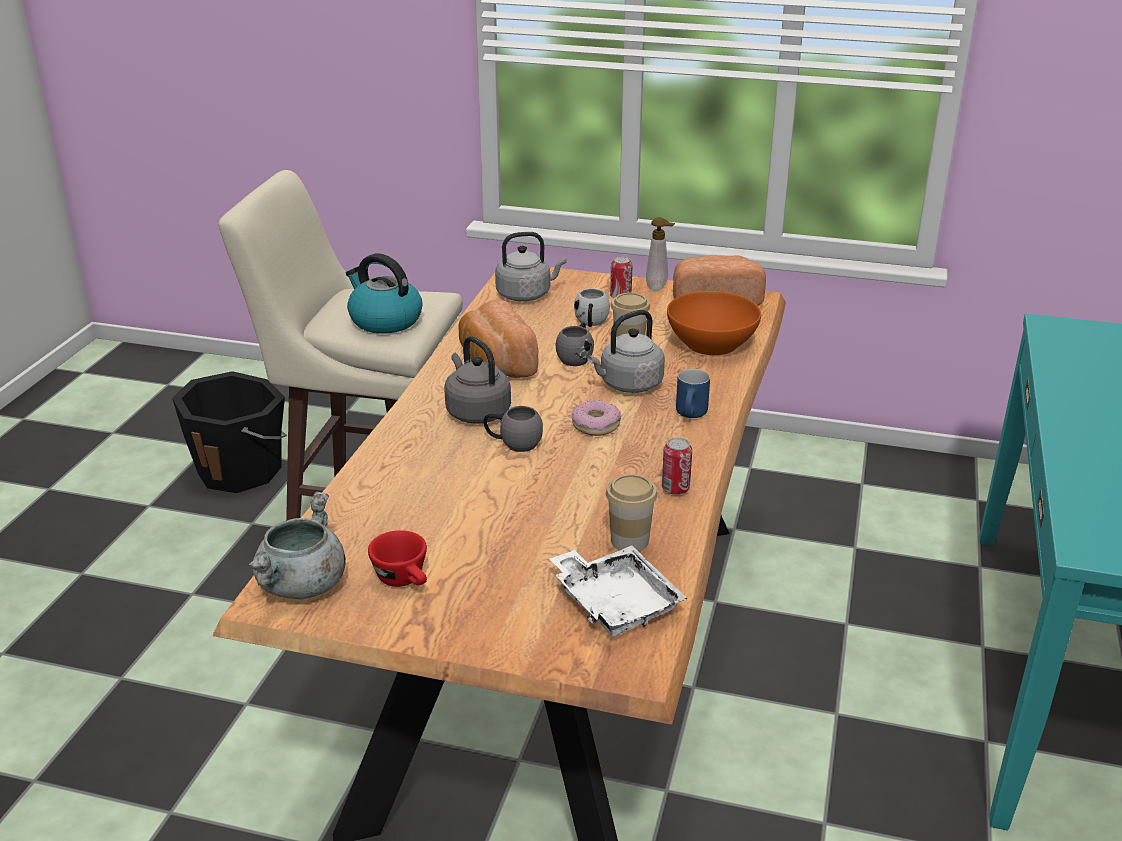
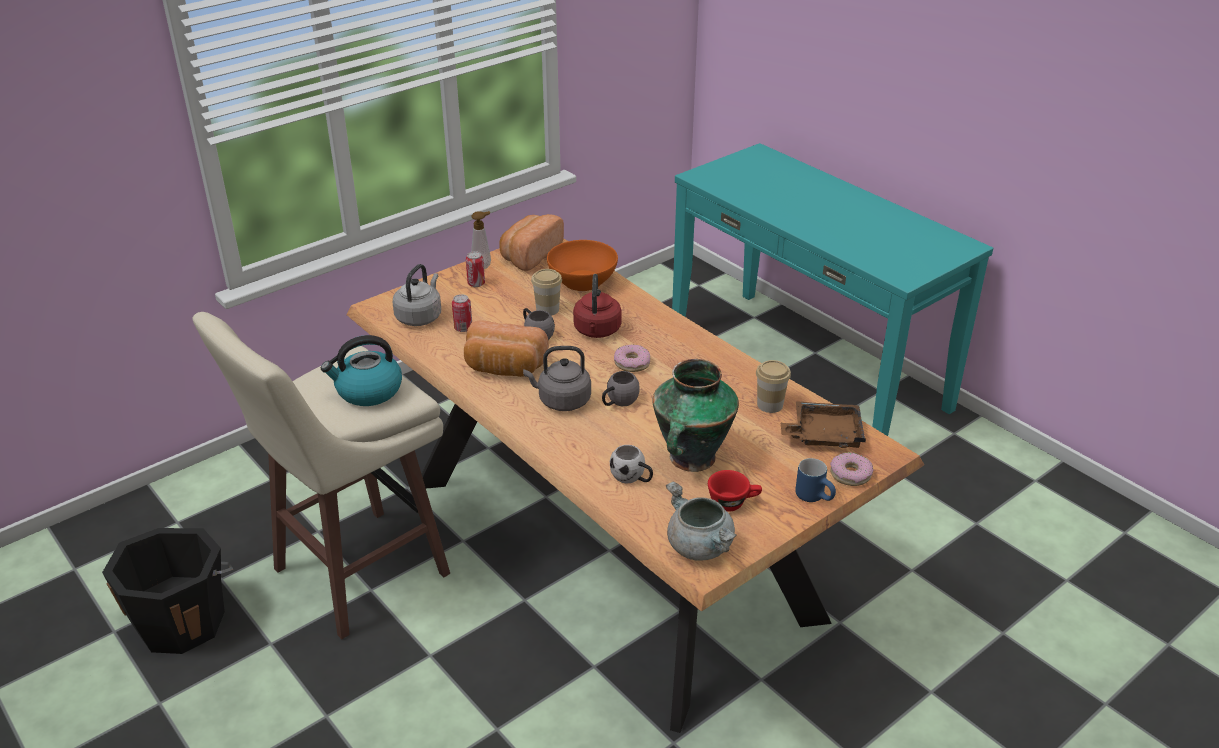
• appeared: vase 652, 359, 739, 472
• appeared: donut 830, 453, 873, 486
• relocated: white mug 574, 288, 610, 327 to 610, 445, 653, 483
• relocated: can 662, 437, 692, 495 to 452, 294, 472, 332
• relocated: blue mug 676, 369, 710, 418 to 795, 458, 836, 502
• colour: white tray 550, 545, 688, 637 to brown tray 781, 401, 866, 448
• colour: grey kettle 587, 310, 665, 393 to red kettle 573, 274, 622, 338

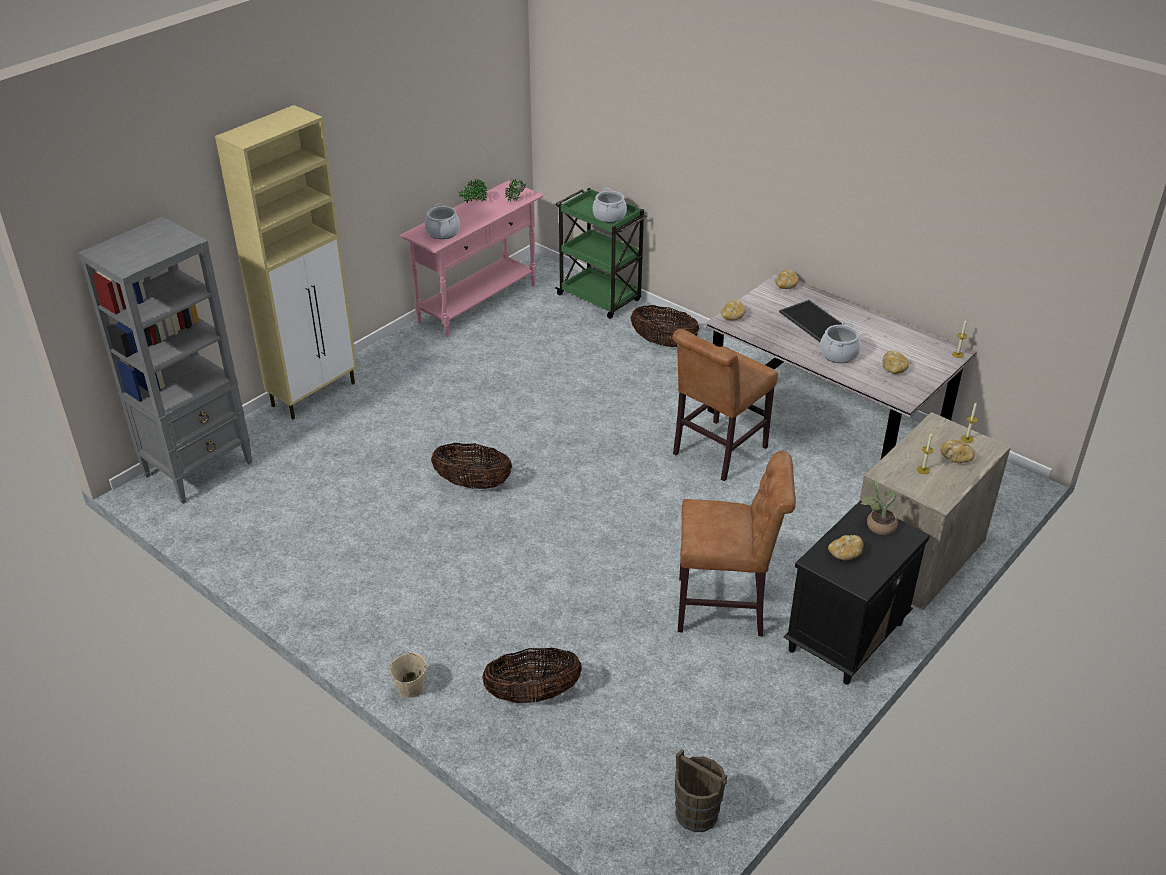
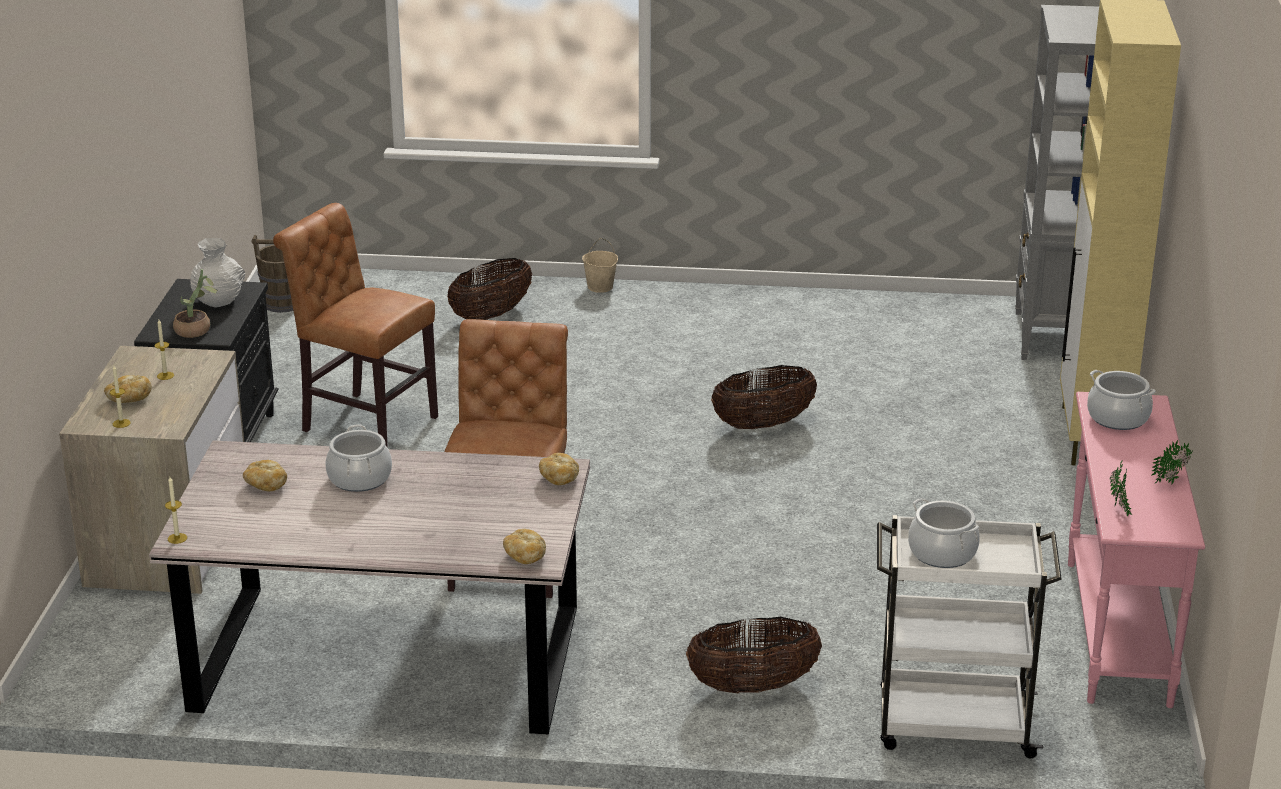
• missing: tray 779, 300, 844, 342
• exchanged: bread 828, 535, 864, 560 to white vase 190, 238, 245, 308
• colour: green cart 556, 188, 648, 319 to white cart 877, 515, 1062, 758
• spun: brown chair 678, 451, 796, 636 = 273, 203, 438, 448 60 degrees clockwise

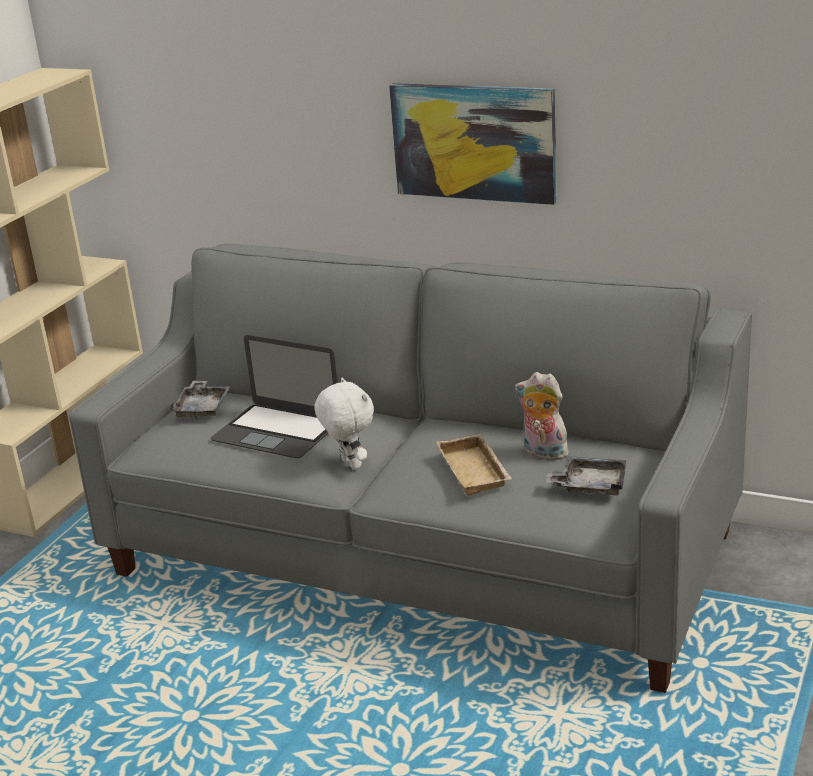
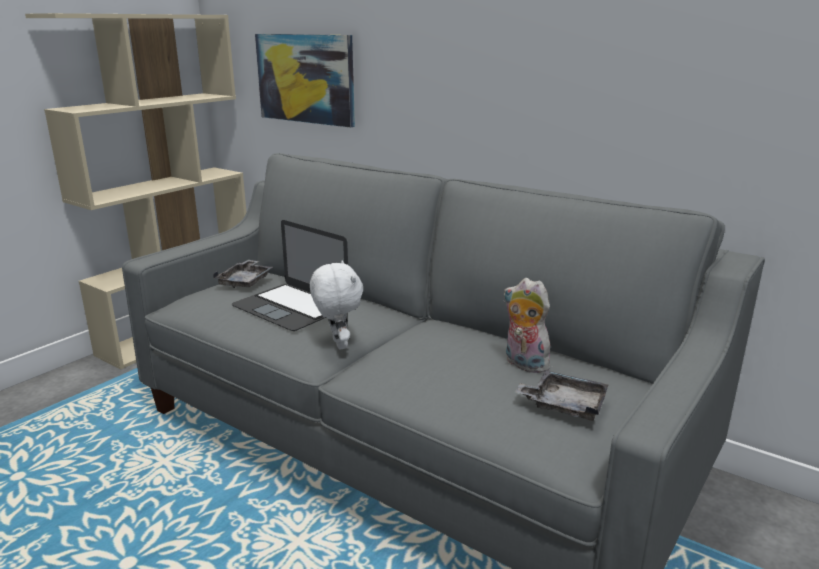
• missing: beige tray 436, 434, 512, 496
• relocated: picture 389, 83, 557, 205 to 255, 34, 355, 128

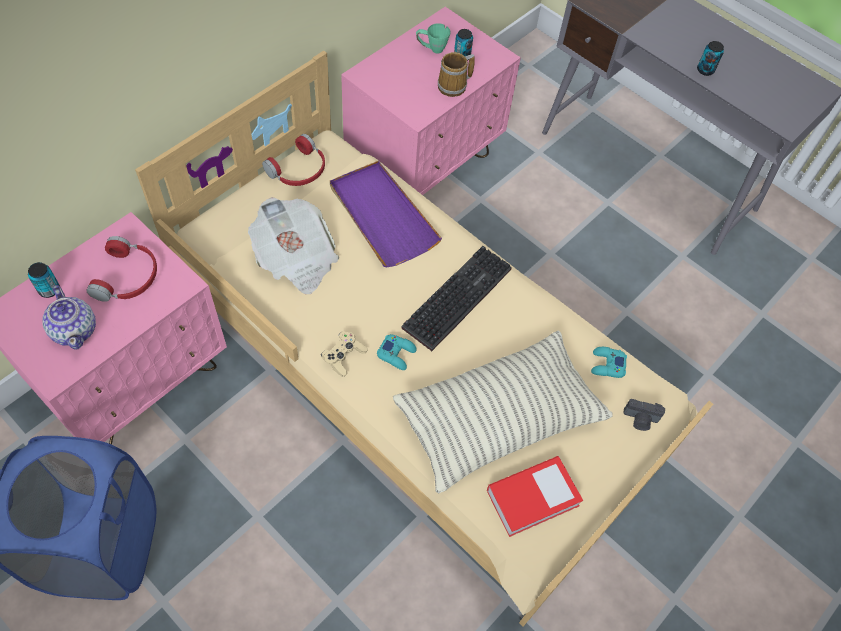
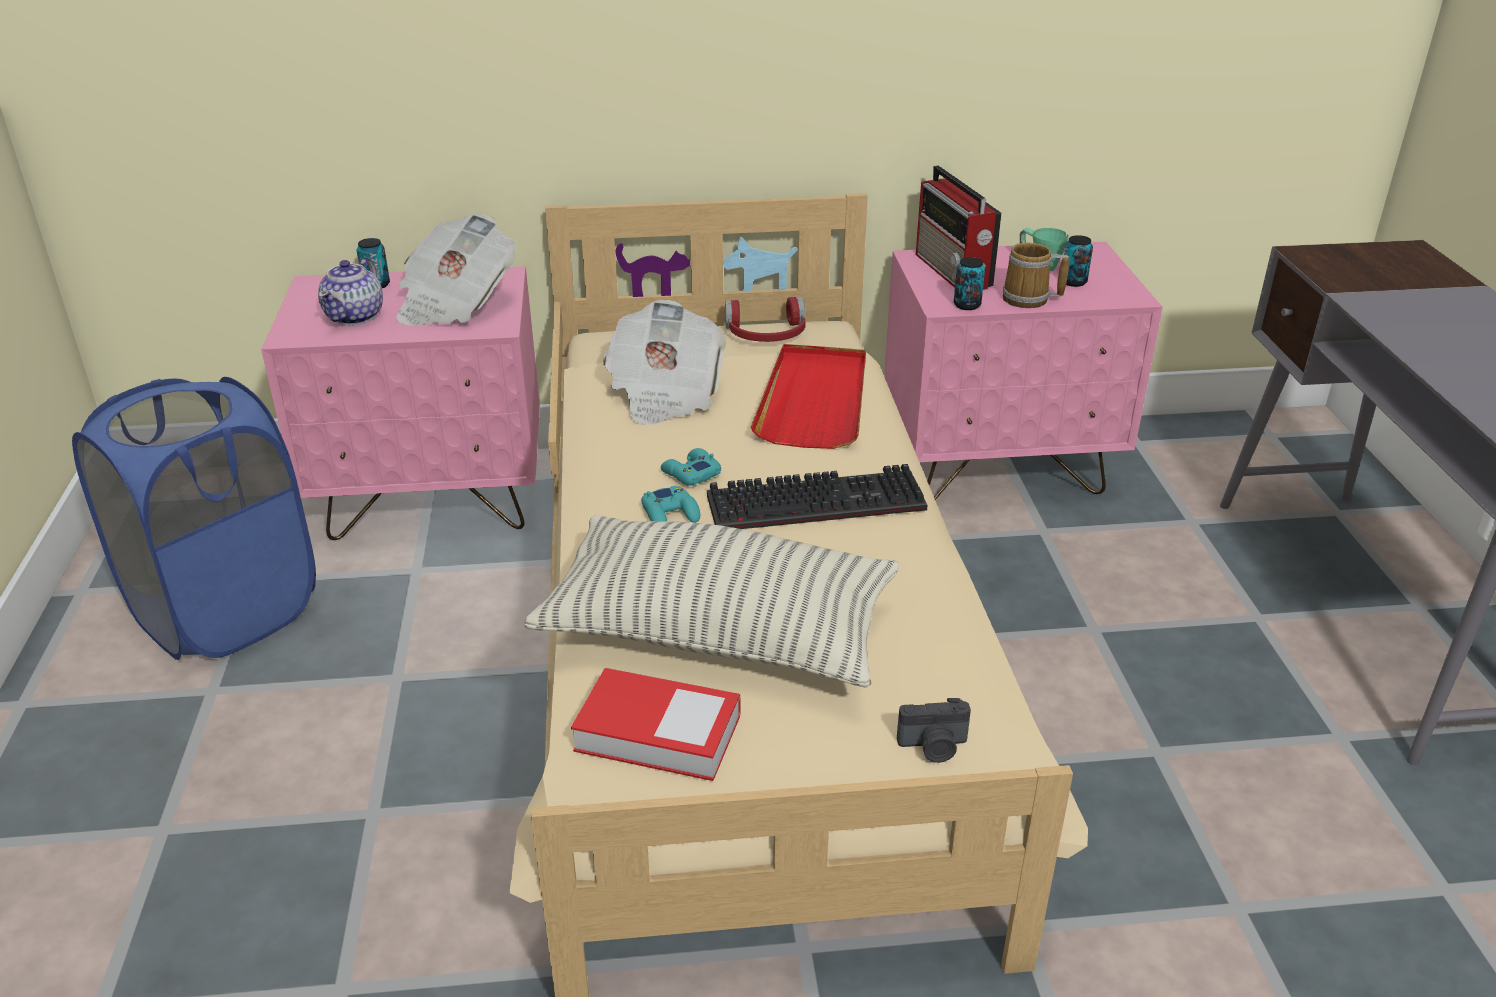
• missing: beige game controller 321, 331, 368, 377
• appeared: radio 916, 165, 1002, 290
• relocated: turquoise game controller 591, 347, 627, 378 to 661, 448, 721, 486
• relocated: can 697, 41, 724, 76 to 954, 257, 985, 310
• exchanged: red headphones 86, 236, 157, 302 to newspaper 396, 214, 516, 326
• colour: purple tray 330, 161, 442, 267 to red tray 751, 344, 866, 449
• spun: photo camera 623, 399, 665, 431 = 897, 698, 971, 763 60 degrees counterclockwise

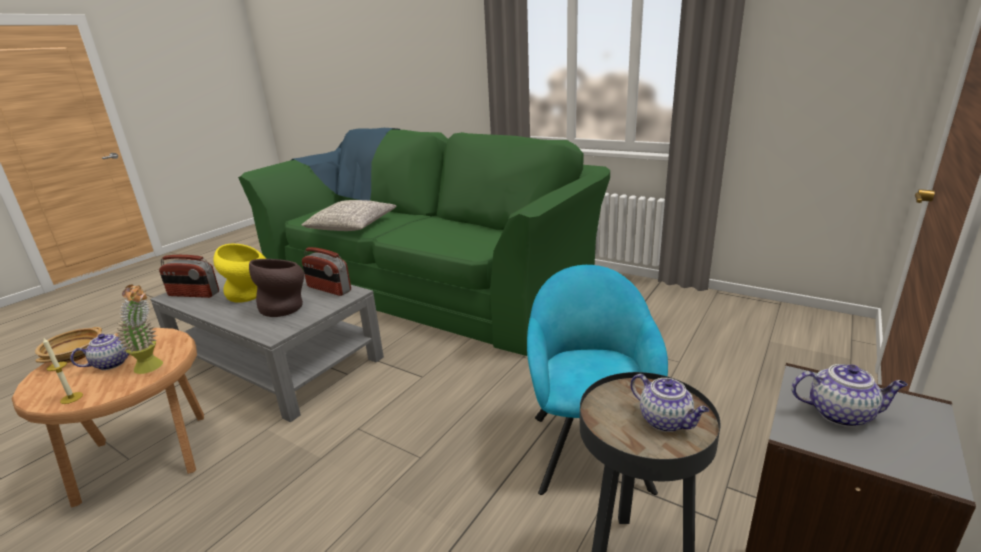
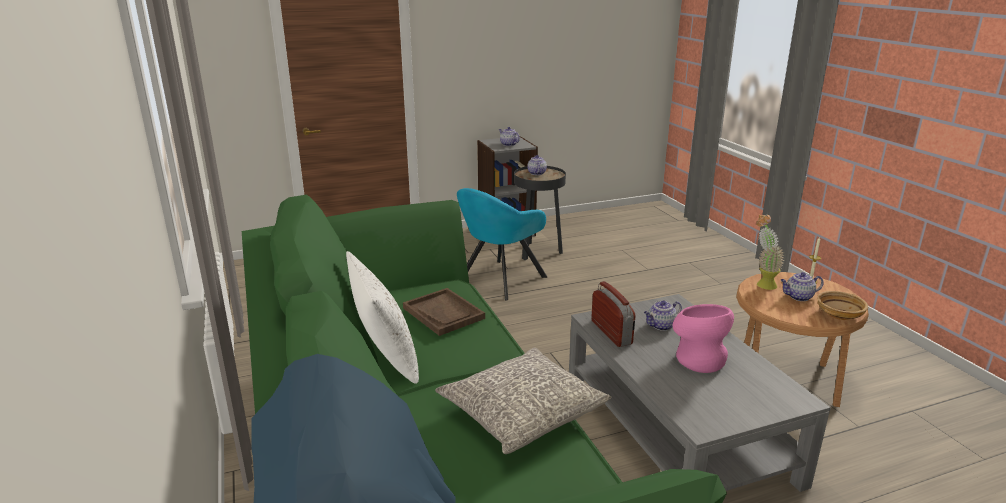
• missing: radio 159, 255, 219, 298
• appeared: white pillow 346, 251, 419, 384
• appeared: brown tray 403, 288, 485, 336
• exchanged: brown vase 249, 259, 304, 317 to teapot 644, 300, 682, 331
• colour: yellow vase 213, 244, 266, 303 to pink vase 673, 304, 734, 373

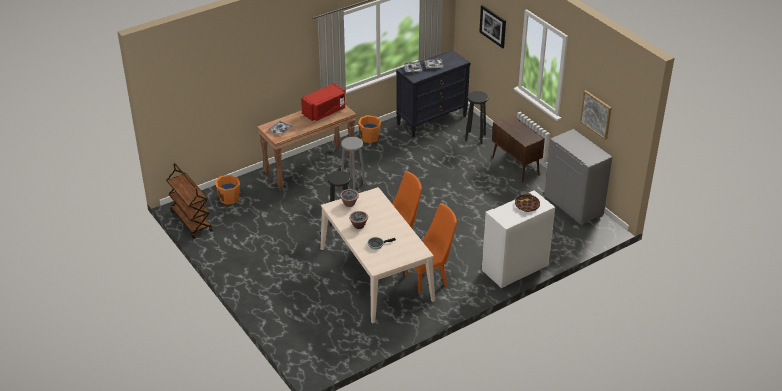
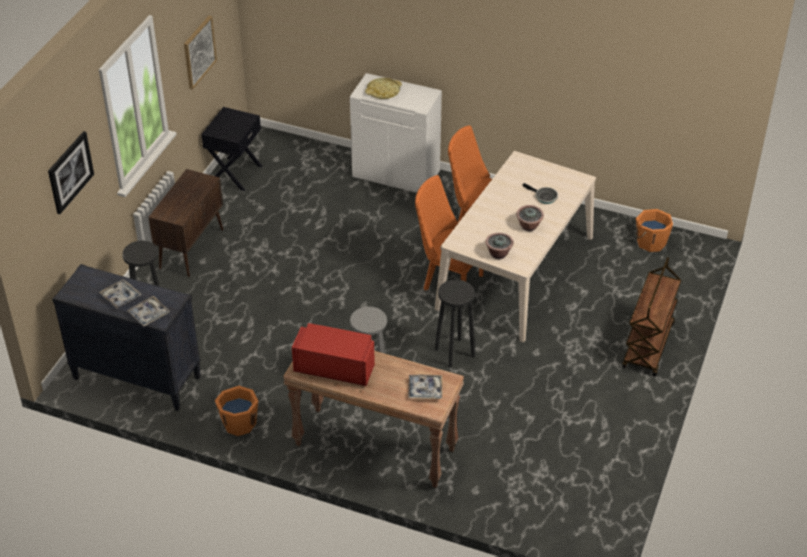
• relocated: brown cart 166, 163, 213, 239 to 622, 257, 681, 376
• relocated: orange bucket 215, 175, 240, 205 to 635, 209, 673, 252
• exchanged: grey cabinet 544, 129, 612, 225 to black nightstand 201, 107, 262, 191
• colour: brown tray 515, 193, 540, 212 to yellow tray 365, 78, 402, 99

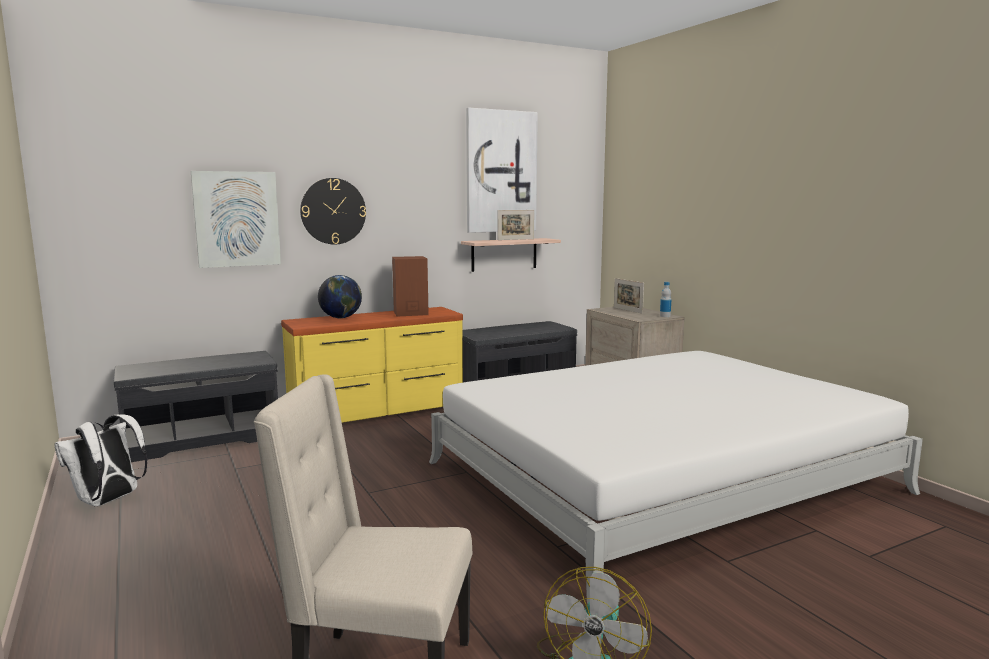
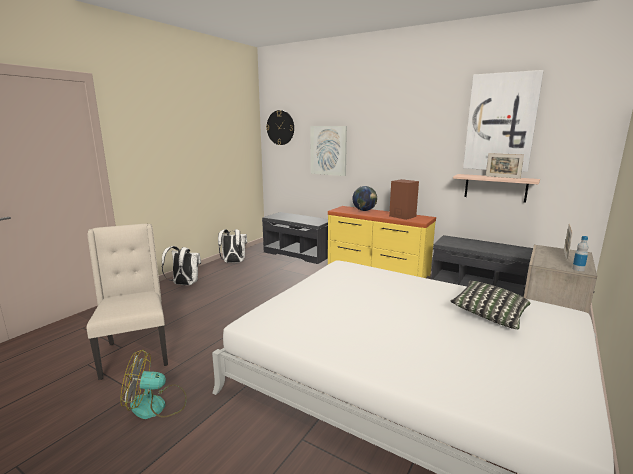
• appeared: white backpack 162, 246, 201, 285
• appeared: pillow 450, 280, 531, 329
• relocated: wall clock 300, 178, 366, 245 to 266, 110, 294, 145

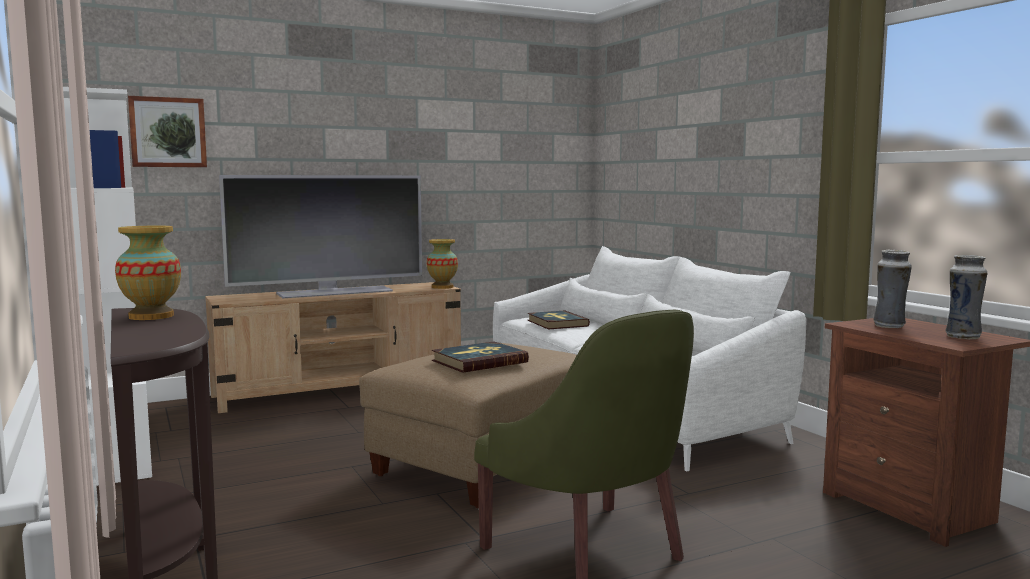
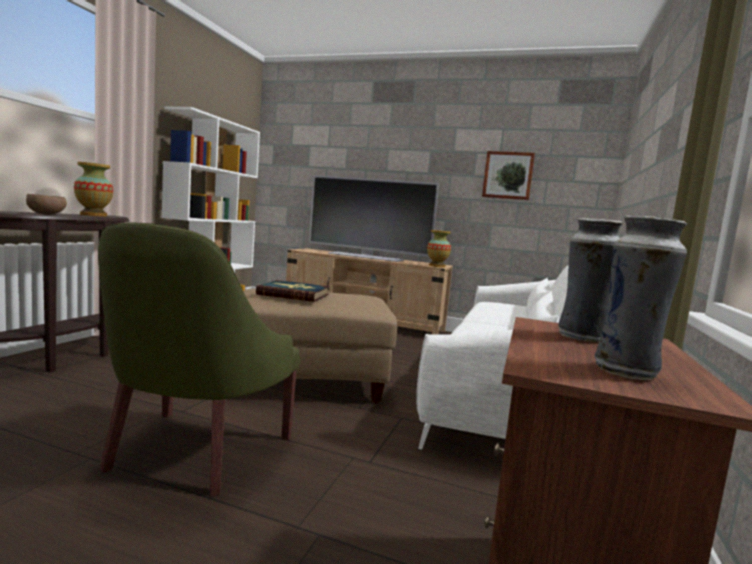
• missing: book 527, 311, 590, 330
• appeared: brown bowl 26, 194, 67, 214
• relocated: picture 128, 96, 207, 167 to 482, 151, 535, 200

